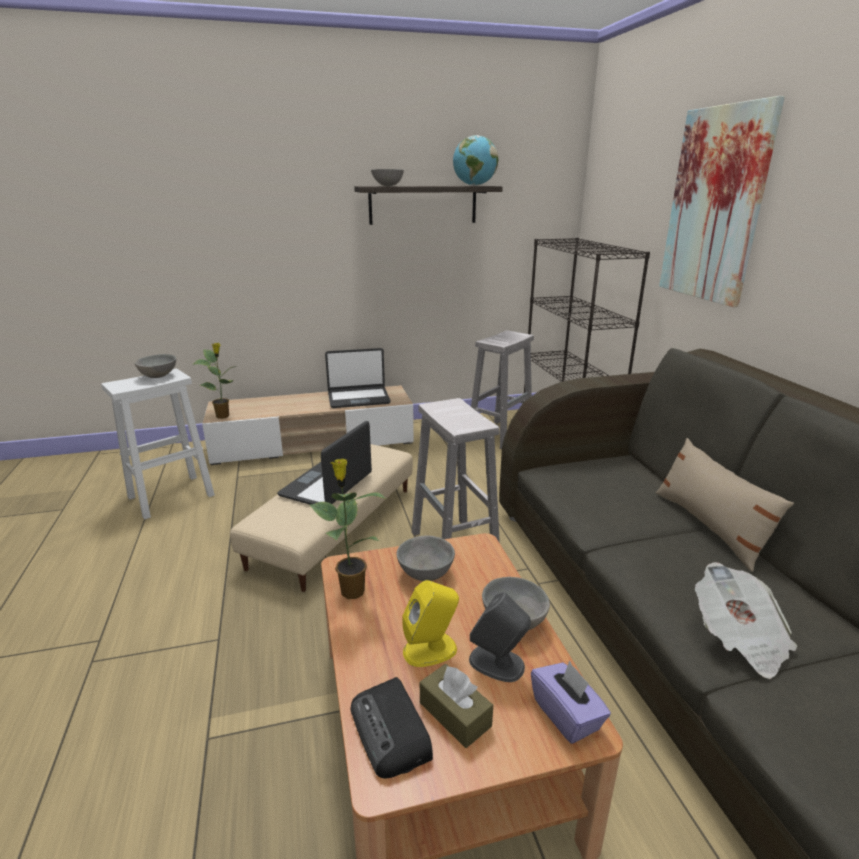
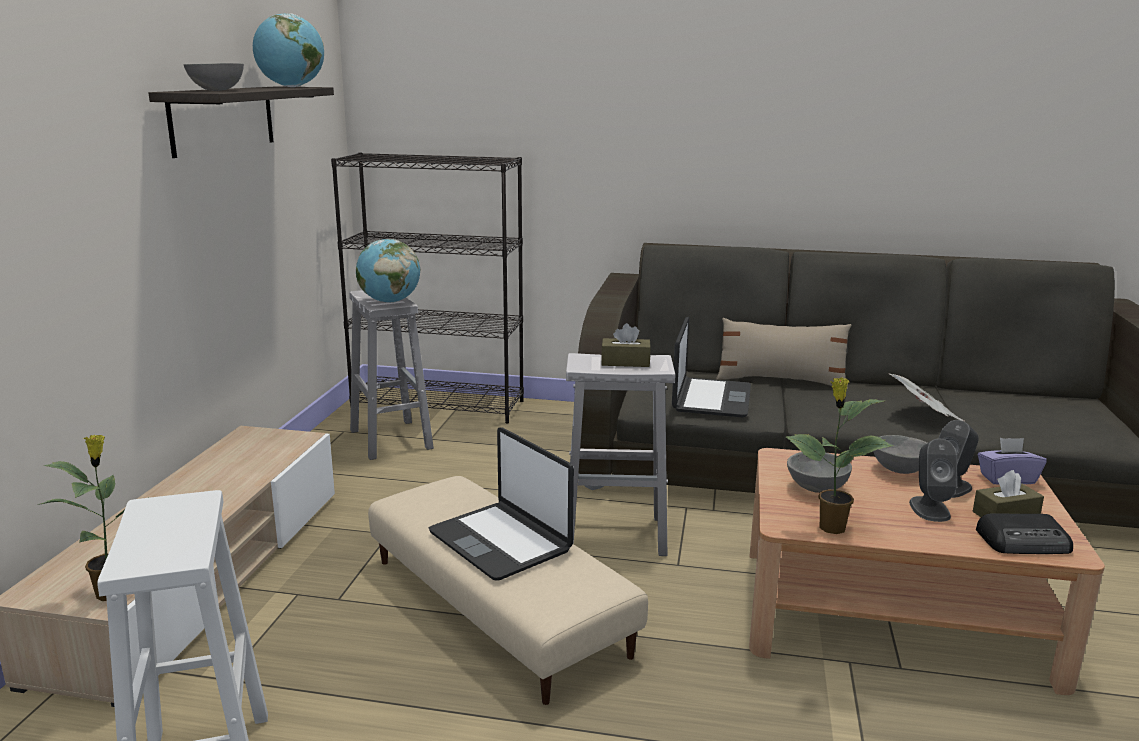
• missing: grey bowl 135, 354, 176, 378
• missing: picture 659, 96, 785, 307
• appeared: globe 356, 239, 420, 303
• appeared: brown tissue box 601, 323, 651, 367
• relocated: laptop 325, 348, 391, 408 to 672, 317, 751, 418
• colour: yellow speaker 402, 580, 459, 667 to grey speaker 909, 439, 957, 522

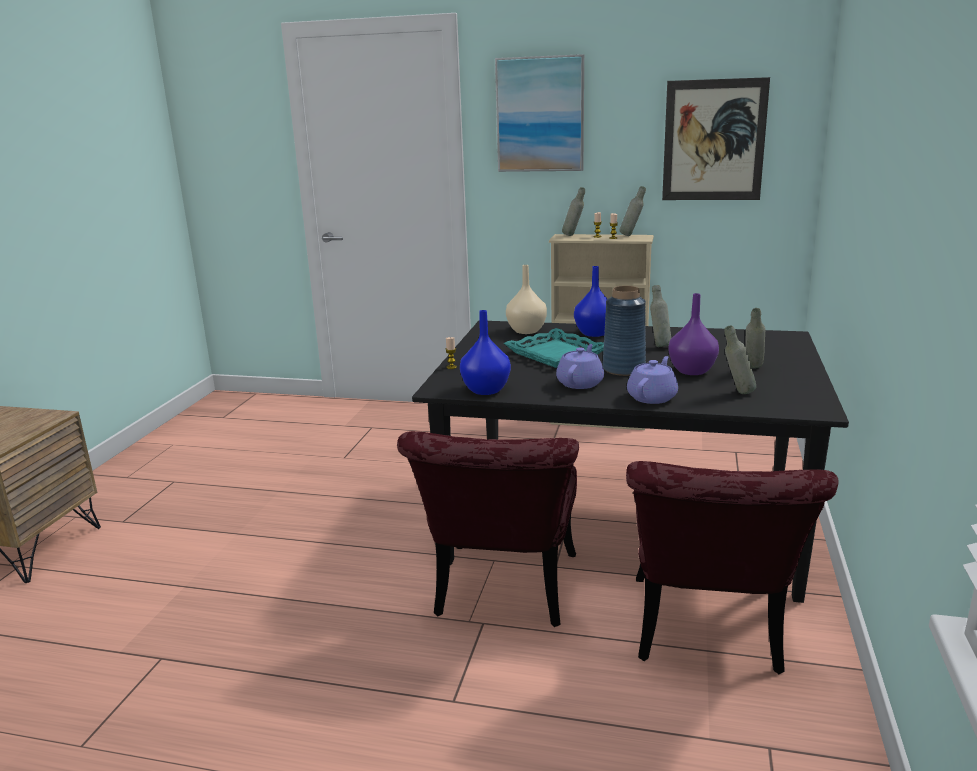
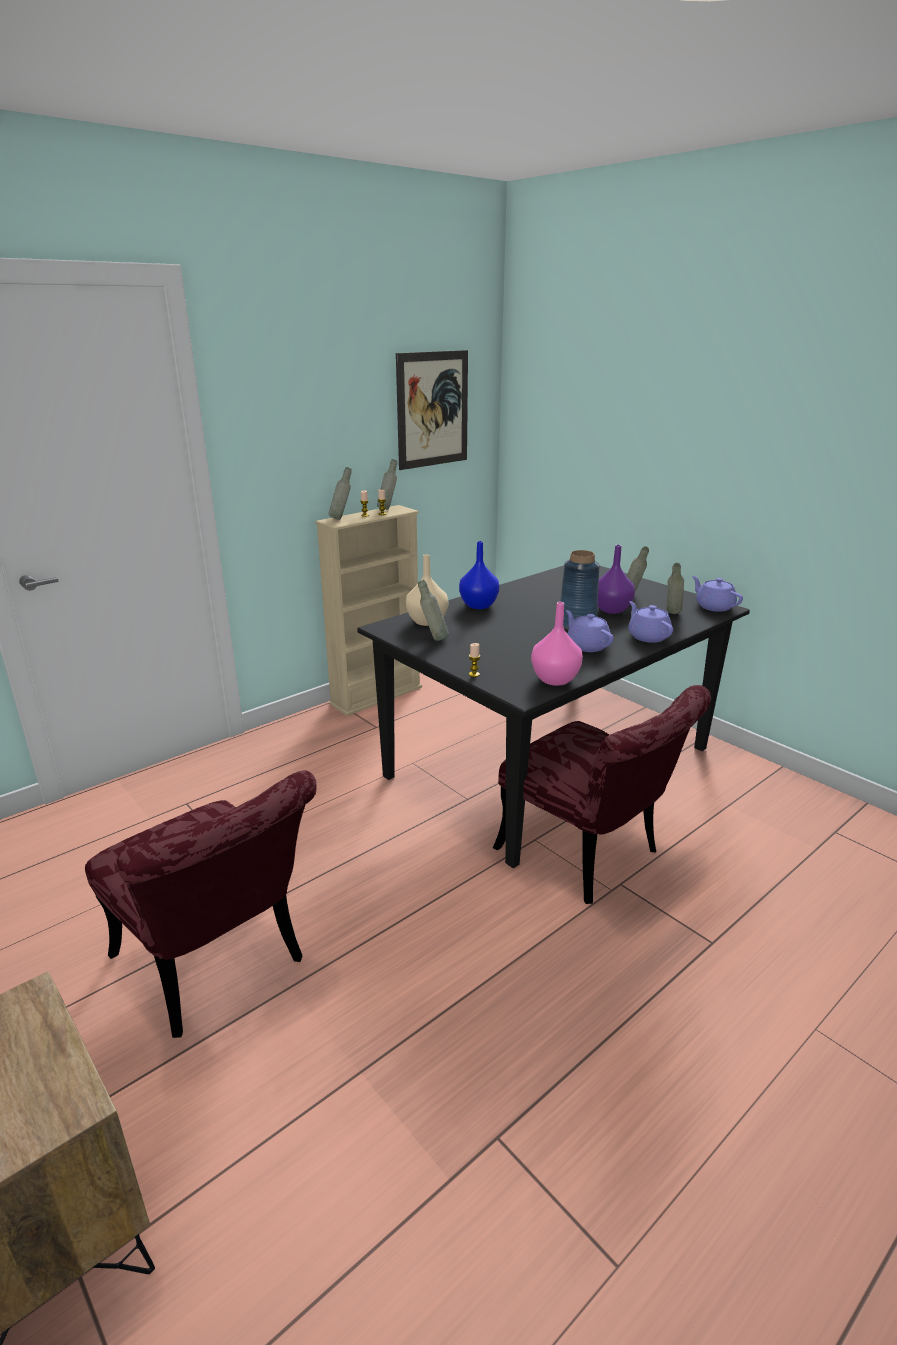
• missing: picture 495, 54, 584, 172
• missing: turquoise tray 504, 328, 604, 368
• appeared: purple teapot 692, 576, 743, 612
• relocated: red chair 626, 461, 838, 674 to 85, 770, 317, 1038
• relocated: grey bottle 650, 285, 671, 347 to 418, 580, 449, 641
• colour: blue vase 460, 310, 511, 395 to pink vase 531, 602, 583, 686

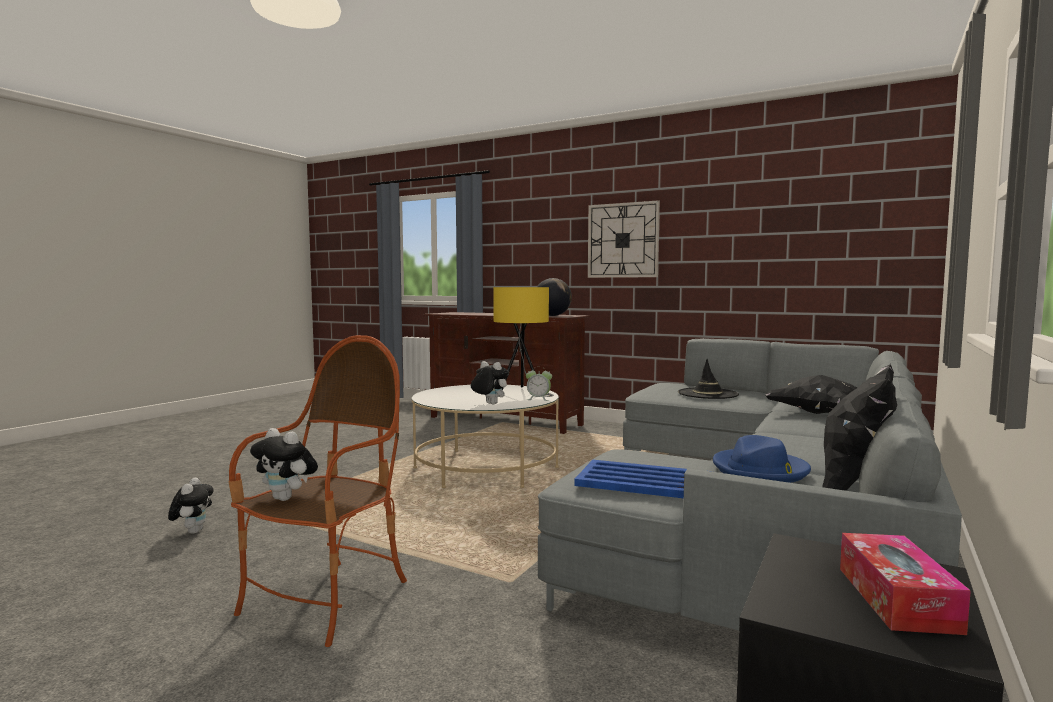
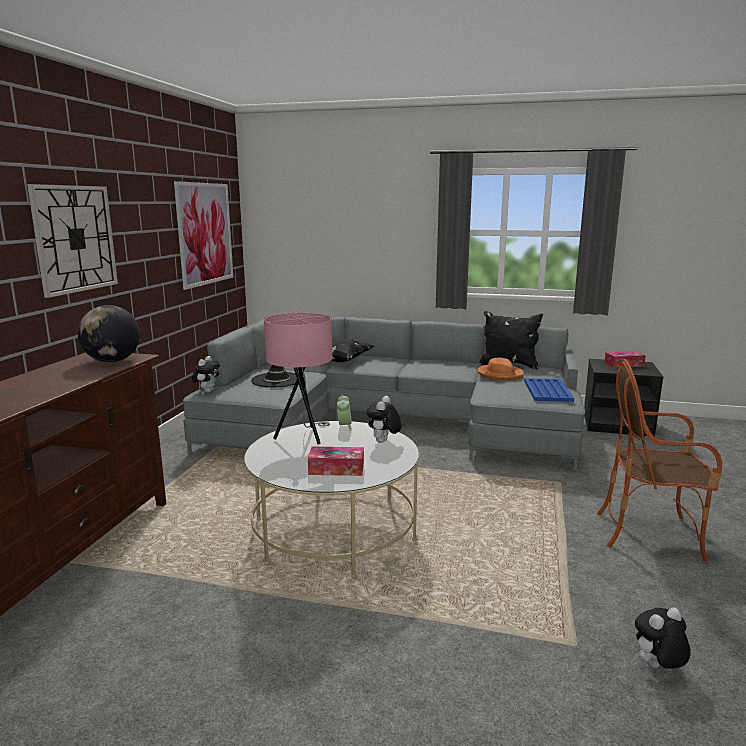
• appeared: picture 174, 181, 233, 290
• appeared: tissue box 308, 447, 364, 476
• relocated: plush toy 250, 428, 318, 501 to 192, 356, 220, 393
• colour: yellow table lamp 493, 287, 554, 397 to pink table lamp 264, 313, 332, 445
• colour: blue hat 713, 435, 811, 483 to orange hat 477, 358, 524, 381

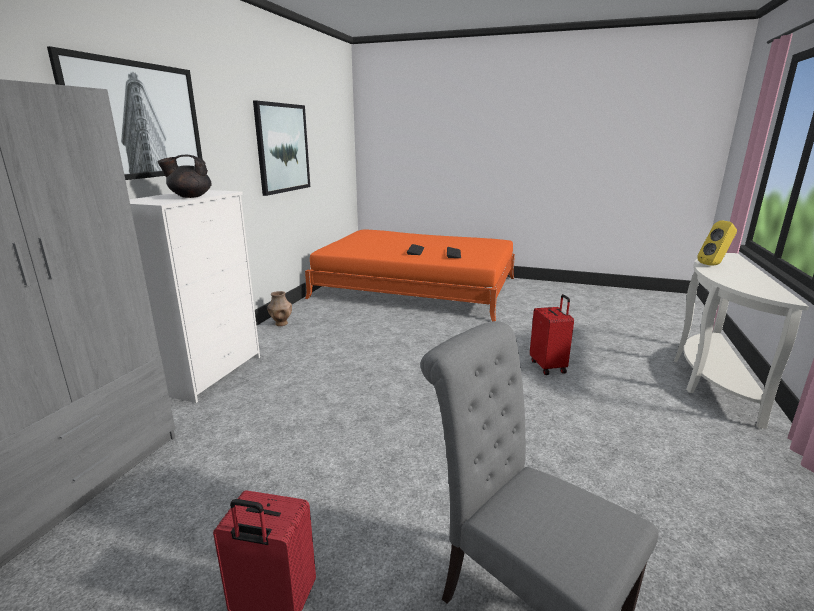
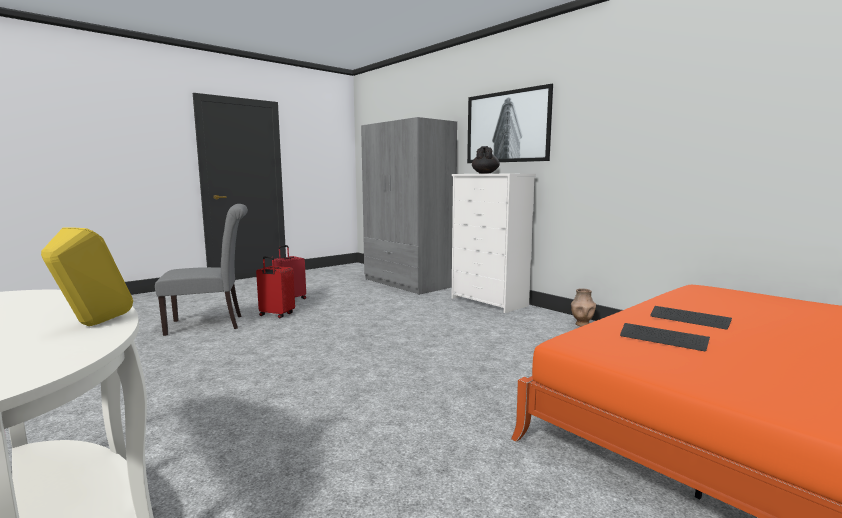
• missing: picture 253, 101, 310, 196
• relocated: red suitcase 530, 294, 574, 375 to 256, 256, 295, 318

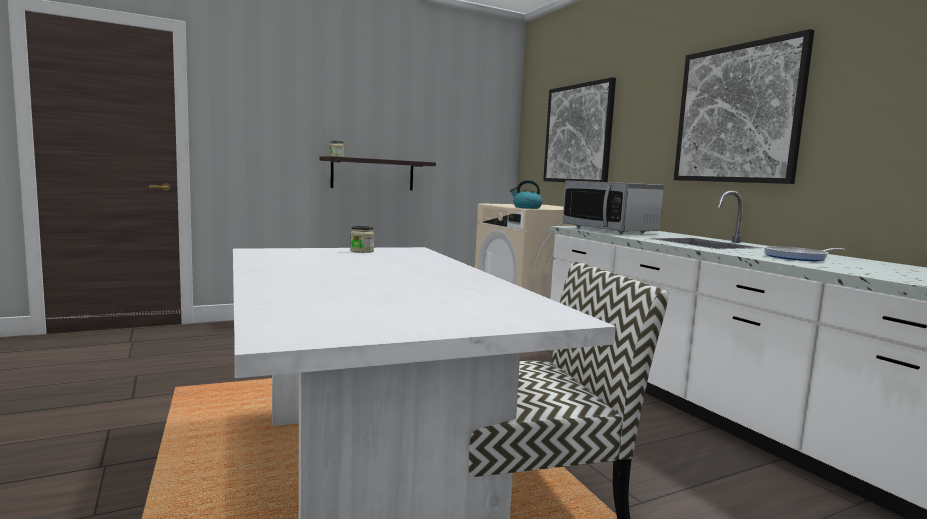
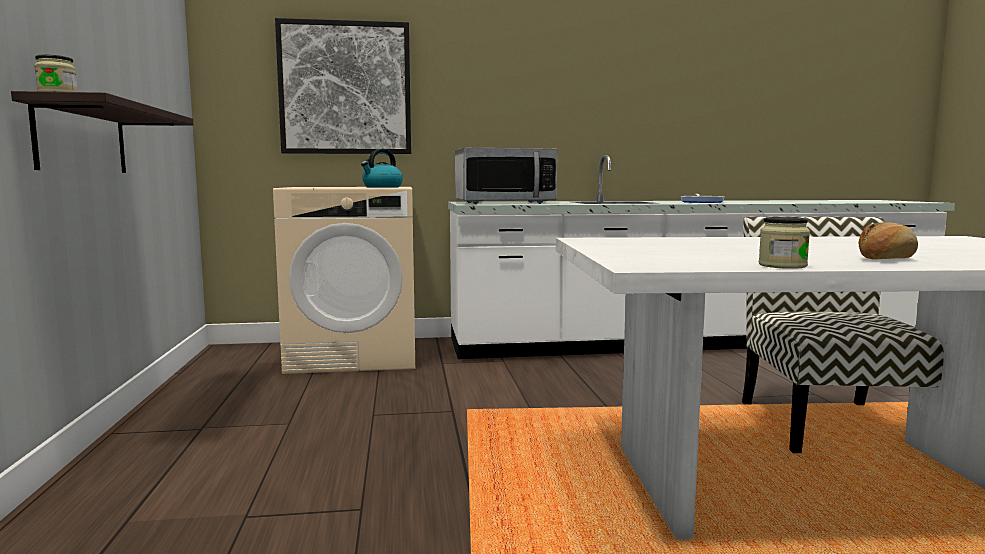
• missing: picture 674, 29, 814, 184
• appeared: bread 858, 222, 918, 259
• relocated: jar 350, 226, 374, 253 to 759, 217, 810, 269

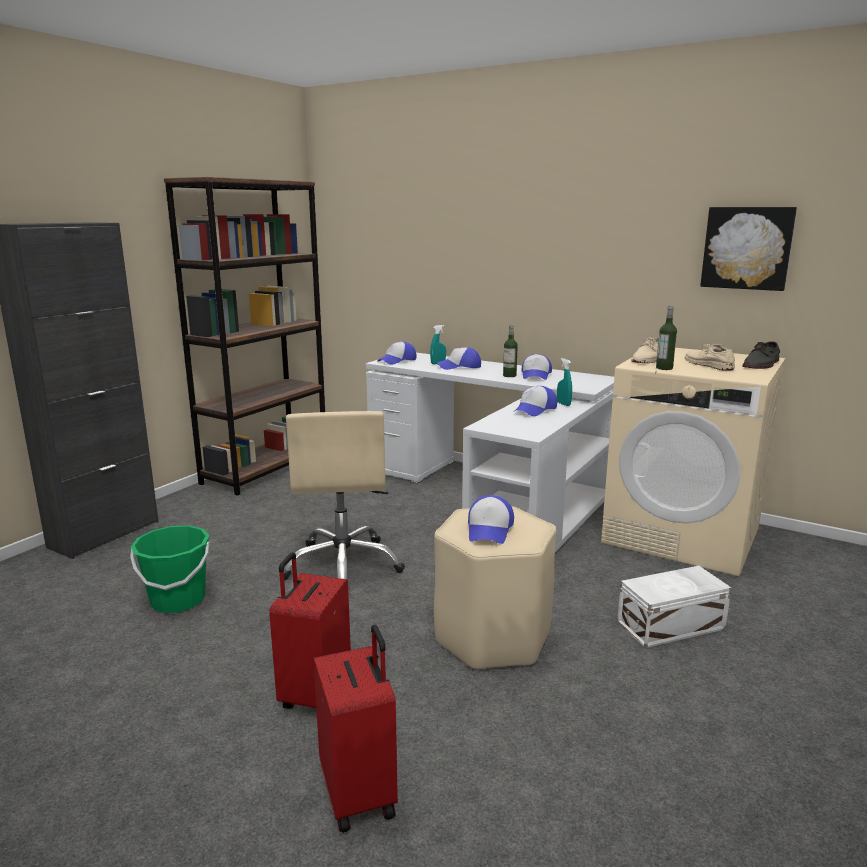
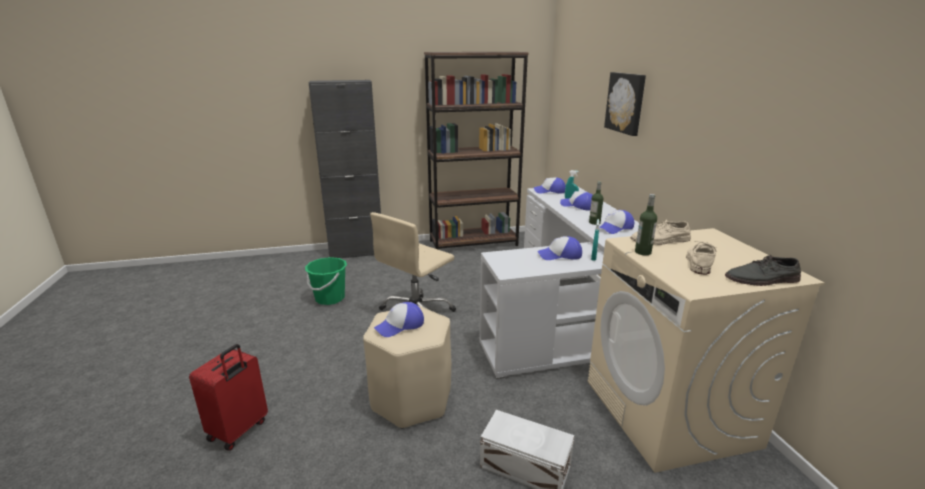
• missing: red suitcase 269, 552, 351, 709
• relocated: picture 700, 207, 797, 291 to 604, 72, 646, 136

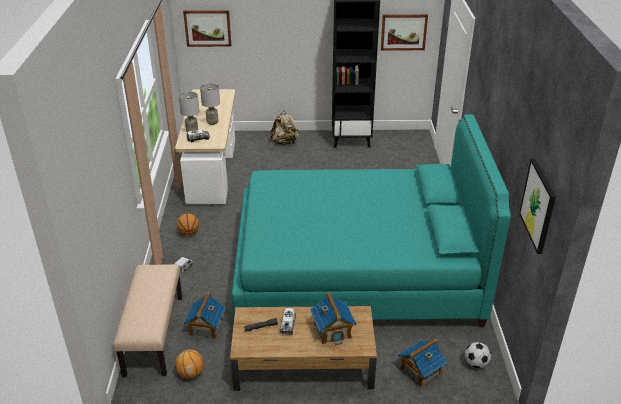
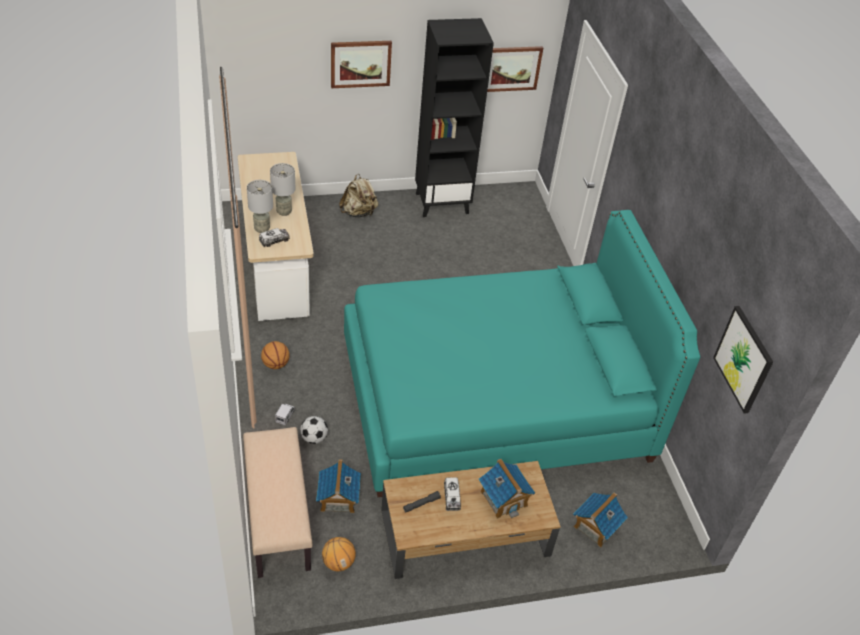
• relocated: picture 183, 10, 231, 47 to 331, 41, 392, 88
• relocated: football 465, 342, 491, 368 to 300, 416, 328, 444

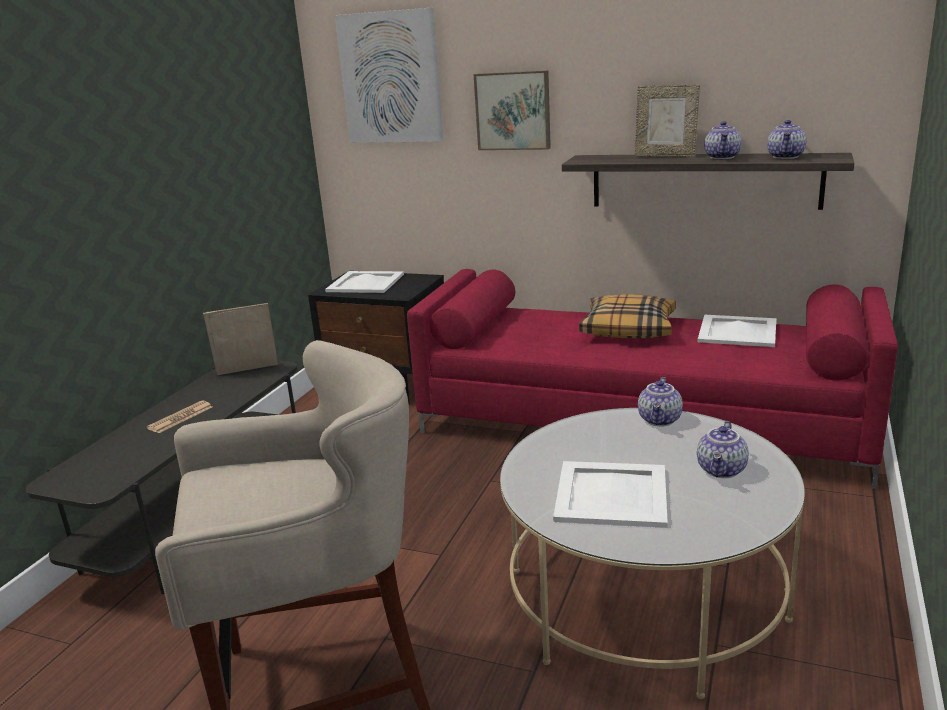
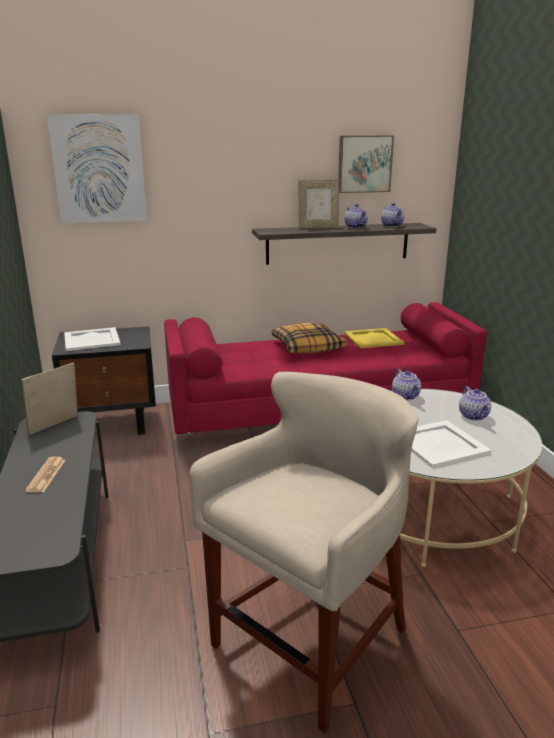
• relocated: picture 474, 70, 551, 150 to 338, 135, 394, 193
• colour: white tray 698, 315, 776, 347 to yellow tray 344, 328, 405, 348

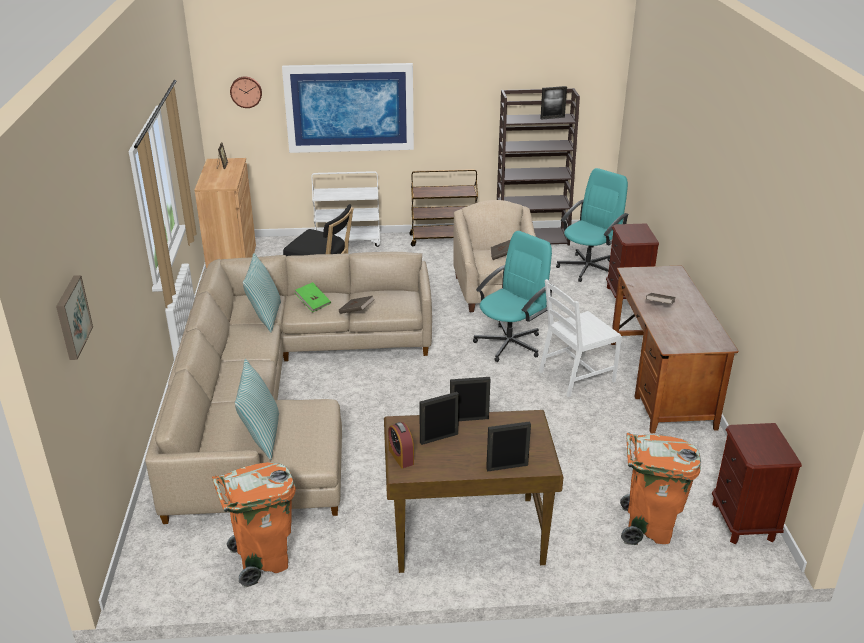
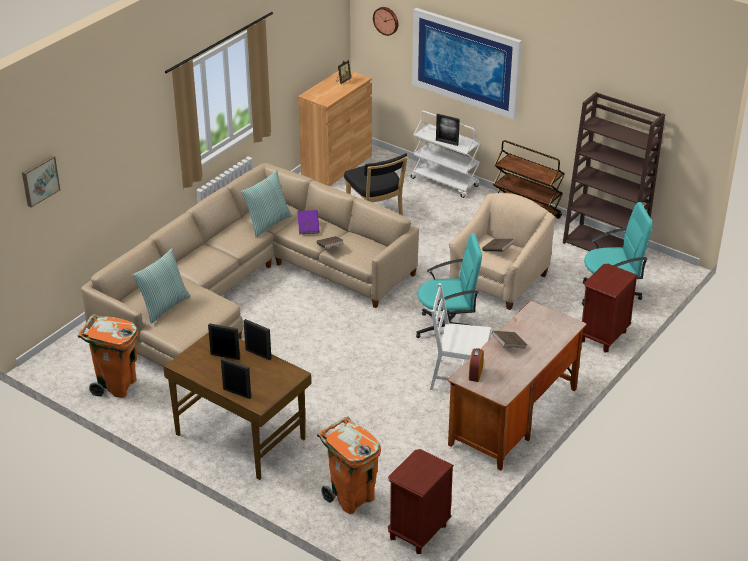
• relocated: alarm clock 388, 422, 414, 468 to 469, 348, 484, 382
• relocated: picture frame 540, 86, 567, 120 to 436, 114, 460, 146
• colour: green book 295, 282, 331, 312 to purple book 298, 210, 320, 234

